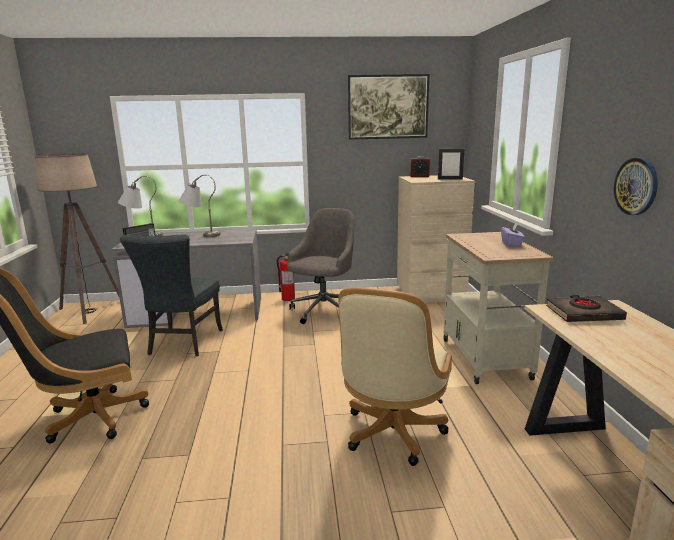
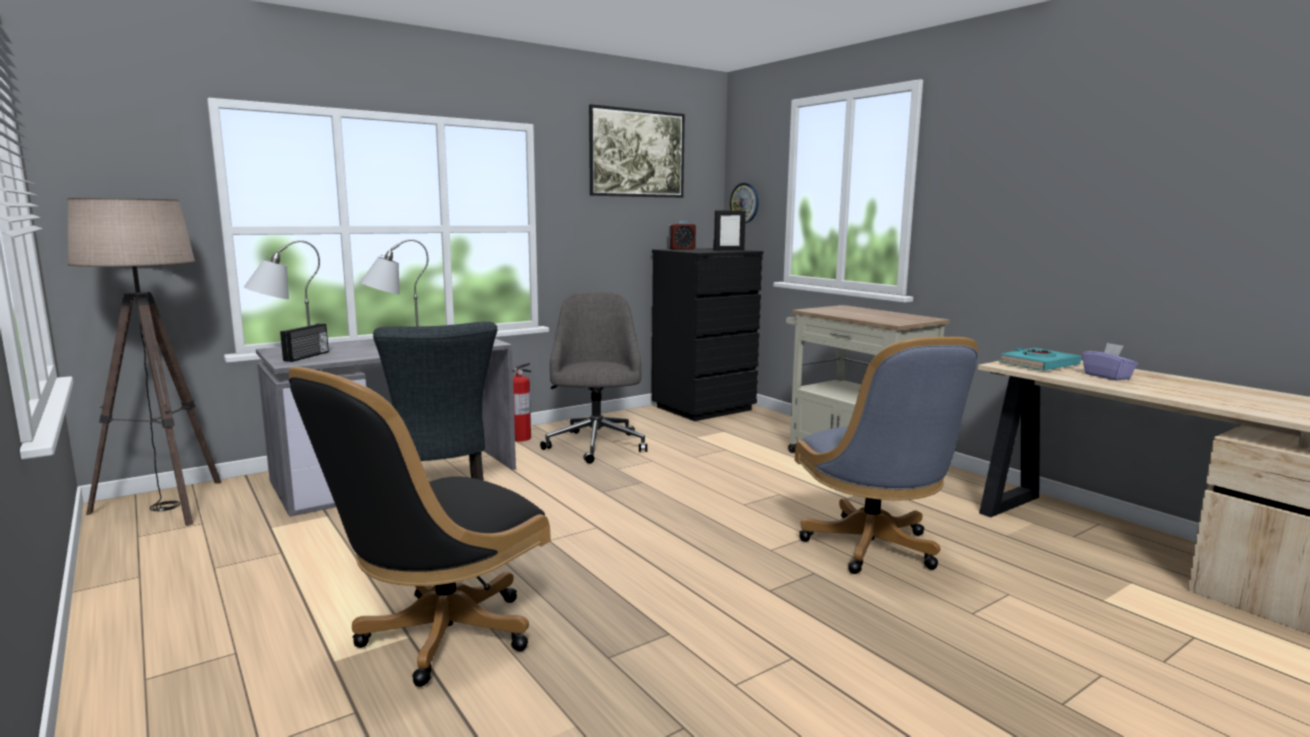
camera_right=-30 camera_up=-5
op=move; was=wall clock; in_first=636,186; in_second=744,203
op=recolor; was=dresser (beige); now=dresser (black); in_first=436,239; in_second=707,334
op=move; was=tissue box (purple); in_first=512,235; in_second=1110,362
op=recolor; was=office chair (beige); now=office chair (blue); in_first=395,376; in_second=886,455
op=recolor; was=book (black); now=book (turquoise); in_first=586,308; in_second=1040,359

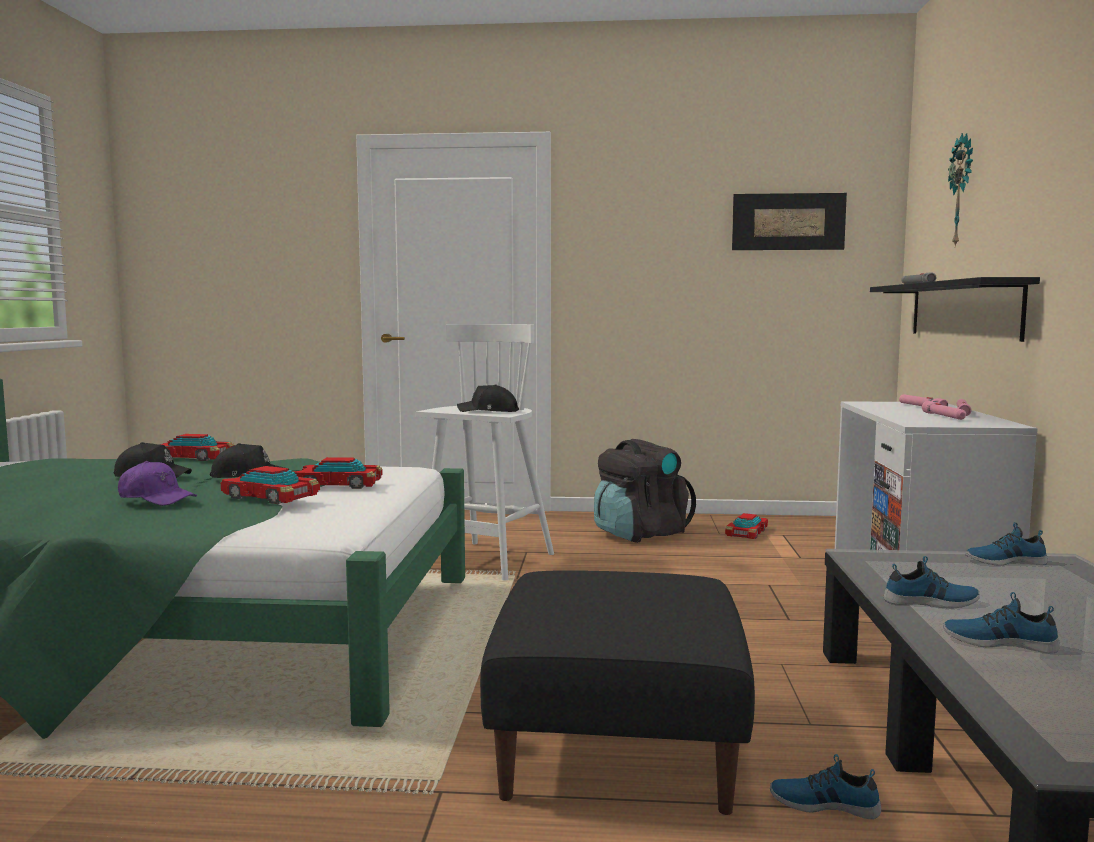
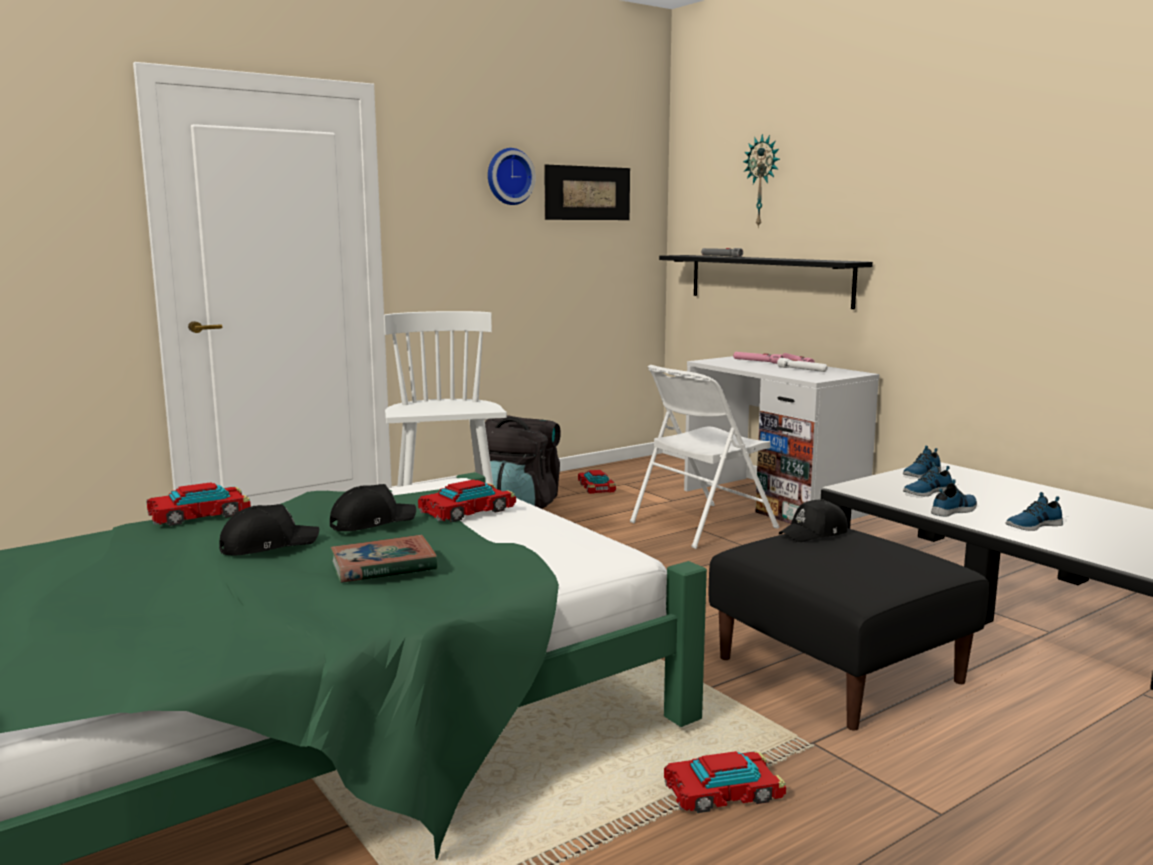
camera_right=-40 camera_up=5
op=move; was=cap (black); in_first=488,398; in_second=813,520
op=recolor; was=flashlight (pink); now=flashlight (white); in_first=944,410; in_second=802,365
op=replace; was=cap (purple); now=book; in_first=157,483; in_second=384,559
op=move; was=toy car; in_first=270,485; in_second=725,782
op=move; was=shoe; in_first=825,786; in_second=927,479
op=insert; now=wall clock; in_second=512,176
op=insert; now=chair (white); in_second=704,457

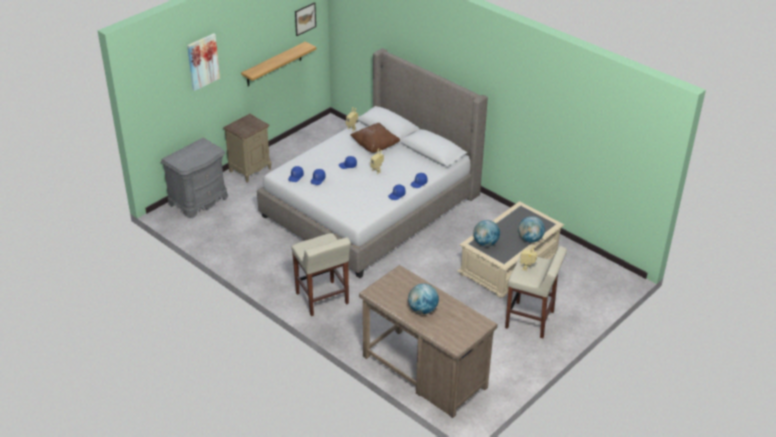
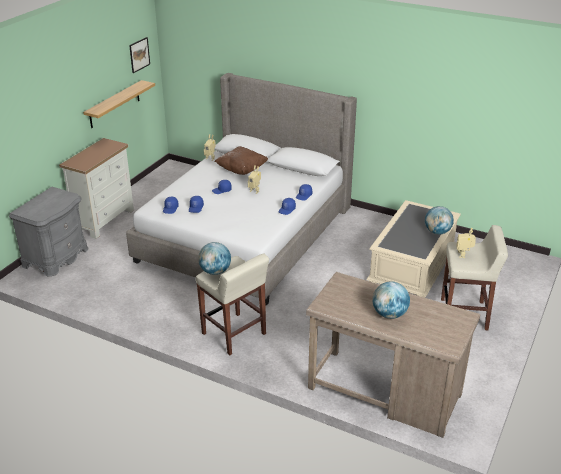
camera_right=-15 camera_up=-5
op=delete; was=picture; in_first=203,62
op=replace; was=nightstand (beige); now=dresser (white); in_first=247,148; in_second=96,188
op=move; was=globe; in_first=486,233; in_second=214,258

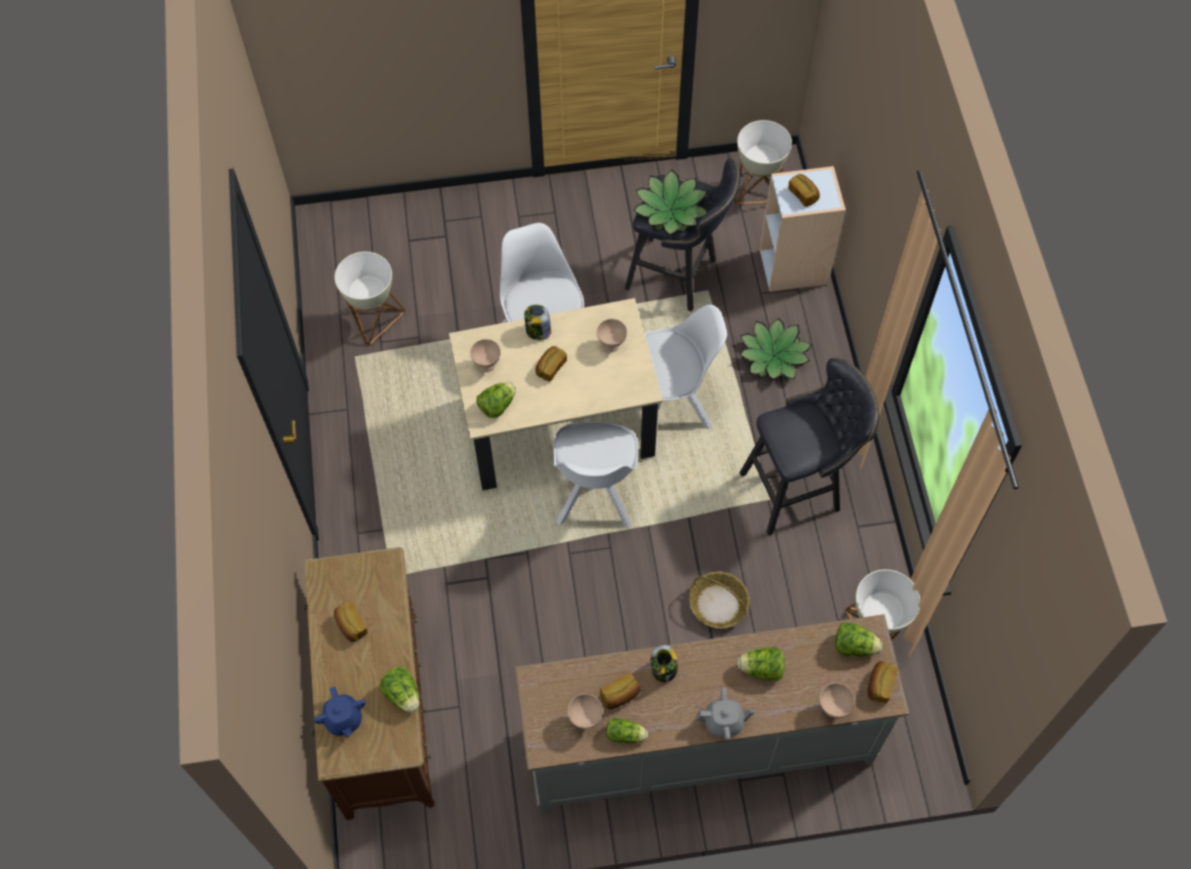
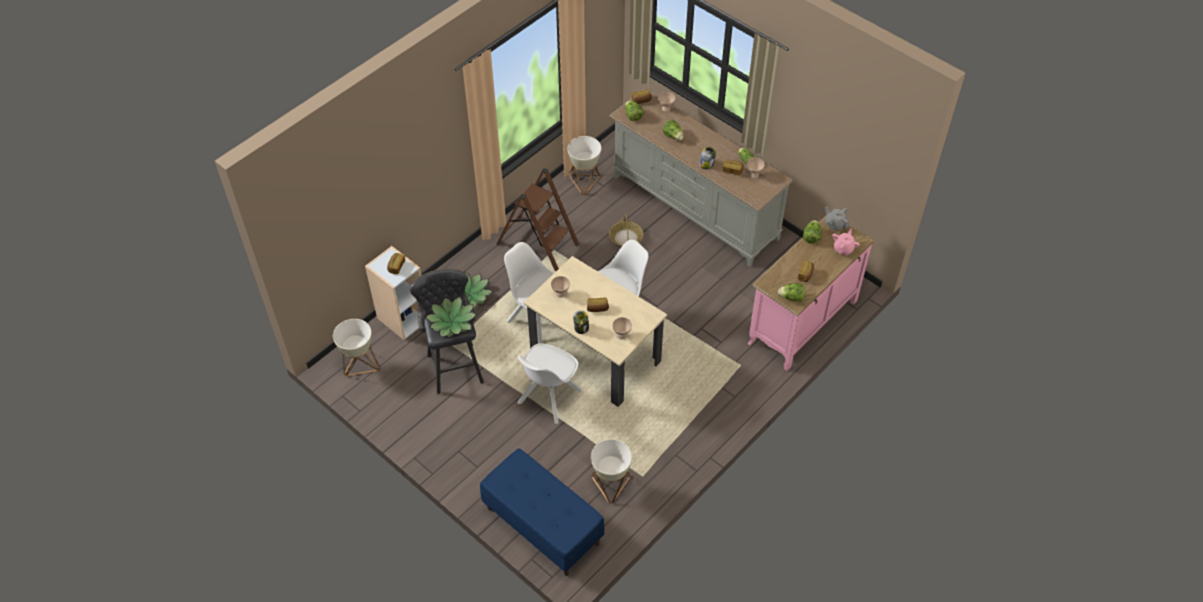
camera_right=-130 camera_up=-10
op=replace; was=stool (black); now=step ladder (brown); in_first=809,446; in_second=537,219
op=move; was=lettuce; in_first=496,400; in_second=791,292
op=recolor; was=dresser (brown); now=dresser (pink); in_first=369,683; in_second=811,293
op=recolor; was=teapot (blue); now=teapot (pink); in_first=340,712; in_second=846,242
op=move; was=teapot (grey); in_first=726,713; in_second=837,218
op=insert; now=bench (blue); in_second=542,512

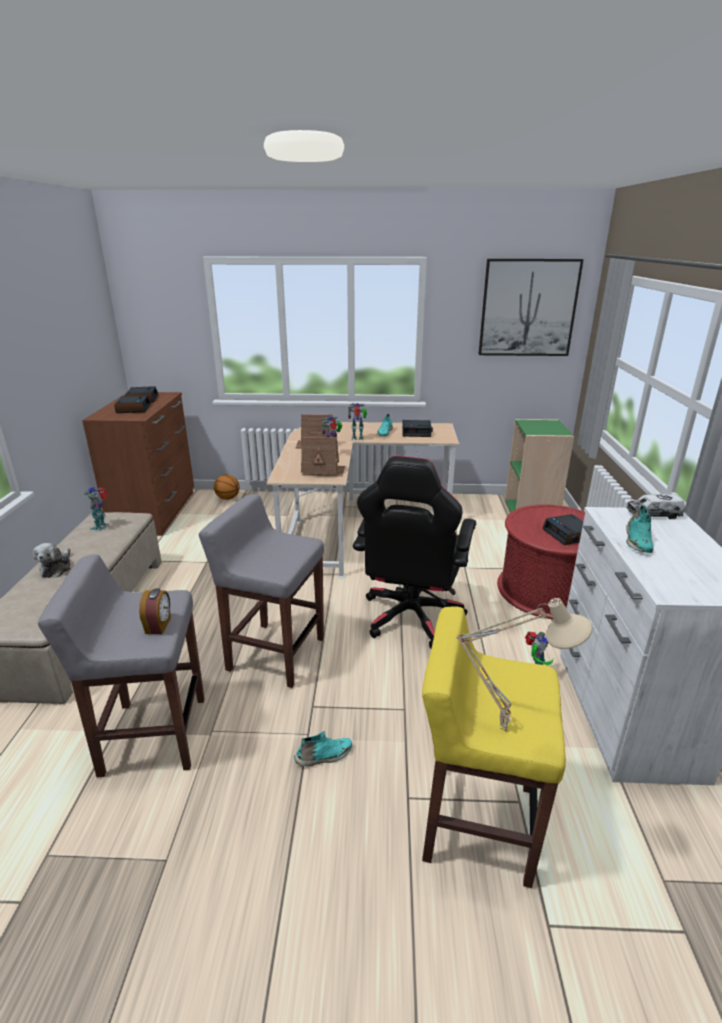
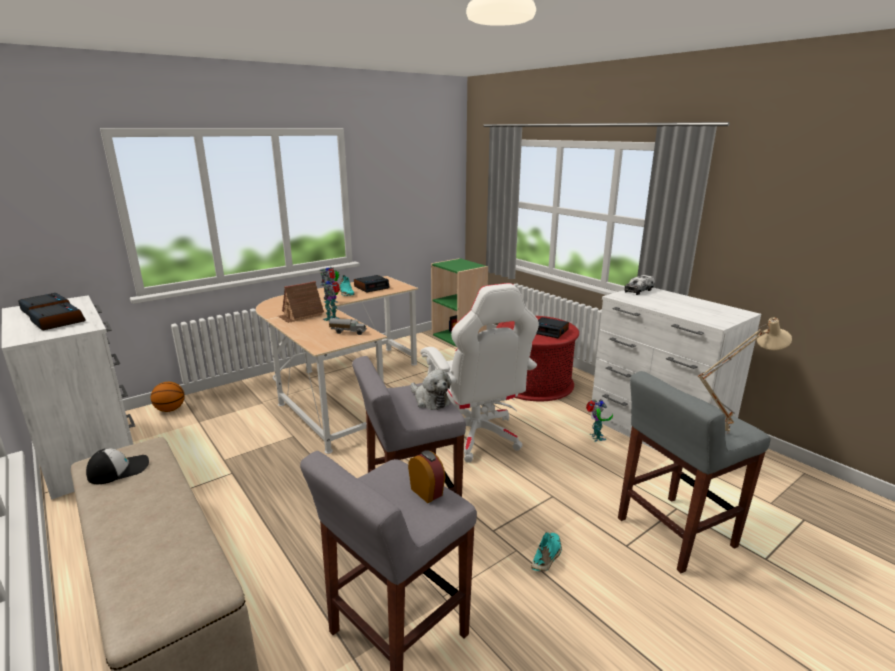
camera_right=-40 camera_up=-5
op=delete; was=picture; in_first=531,307
op=recolor; was=dresser (brown); now=dresser (white); in_first=138,464; in_second=68,397
op=replace; was=toy house; now=toy truck; in_first=323,457; in_second=348,326
op=recolor; was=office chair (black); now=office chair (white); in_first=414,552; in_second=480,373
op=replace; was=toy robot; now=cap; in_first=96,508; in_second=117,466
op=delete; was=shoe (turquoise); in_first=640,529
op=move; was=plush toy; in_first=52,560; in_second=431,390
op=recolor; was=stool (yellow); now=stool (grey); in_first=494,747; in_second=694,472

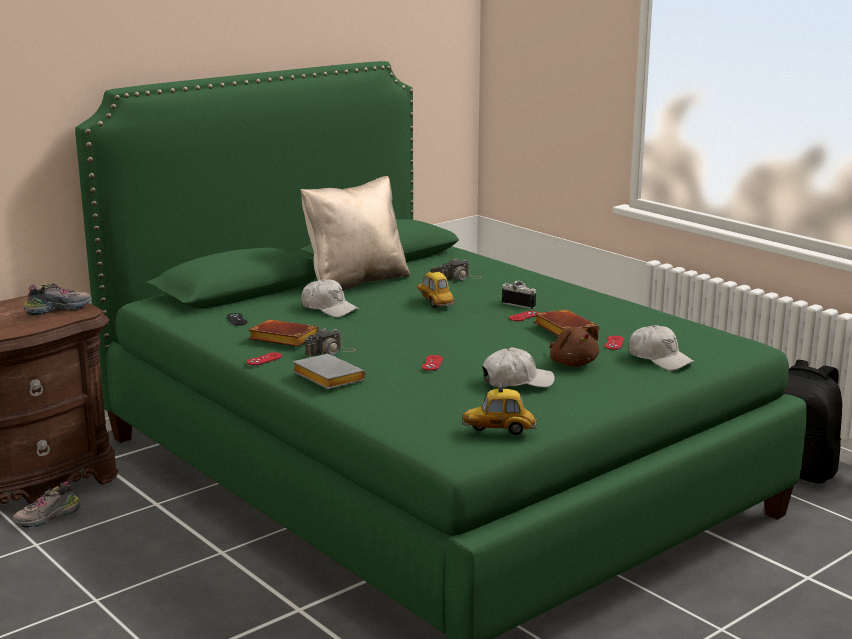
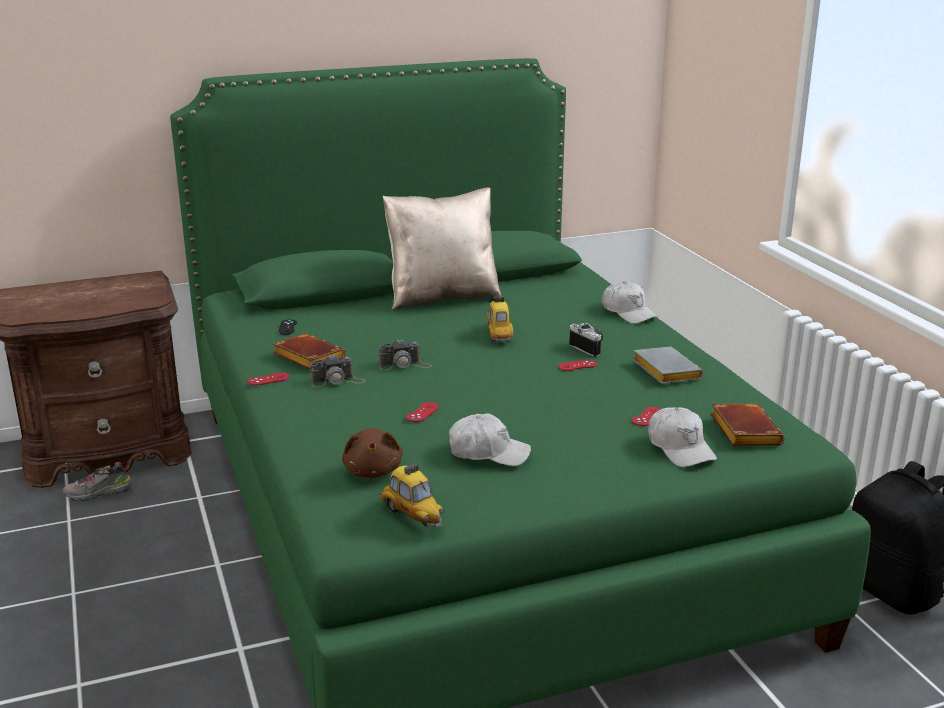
camera_right=20 camera_up=5
op=move; was=photo camera; in_first=460,270; in_second=405,354
op=move; was=cap (white); in_first=330,298; in_second=630,302
op=delete; was=shoe; in_first=57,299
op=move; was=book (brown); in_first=566,323; in_second=747,425
op=move; was=plush toy (brown); in_first=574,346; in_second=372,453
op=move; was=book (grey); in_first=329,371; in_second=667,365
op=rotate; was=toy car; in_first=499,409; in_second=412,495; clockwise=-150

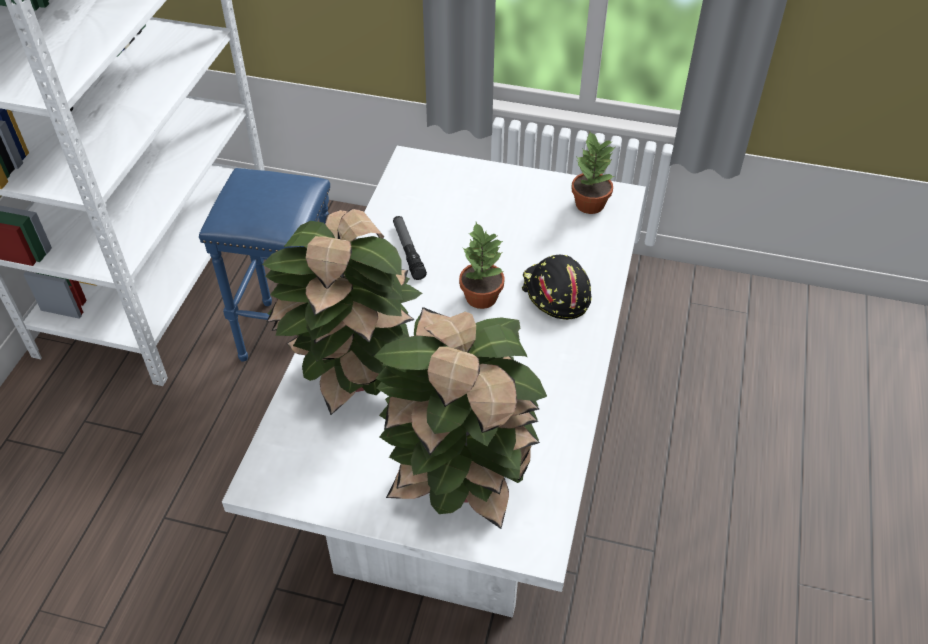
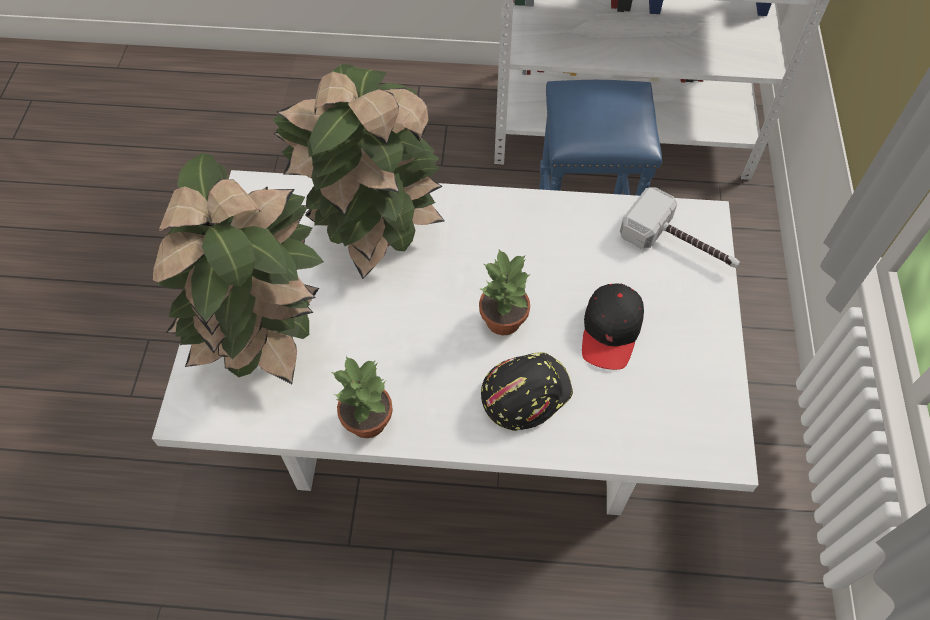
camera_right=80 camera_up=10
op=move; was=potted plant; in_first=593,173; in_second=362,397
op=delete; was=flashlight; in_first=410,248
op=insert; now=hammer; in_second=680,227
op=insert; now=cap (black); in_second=613,327

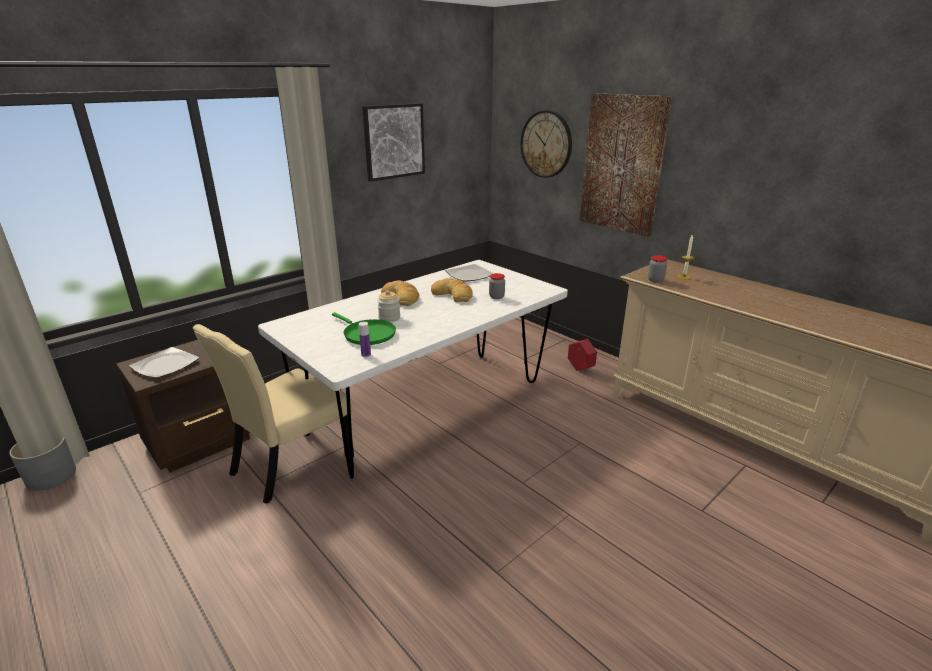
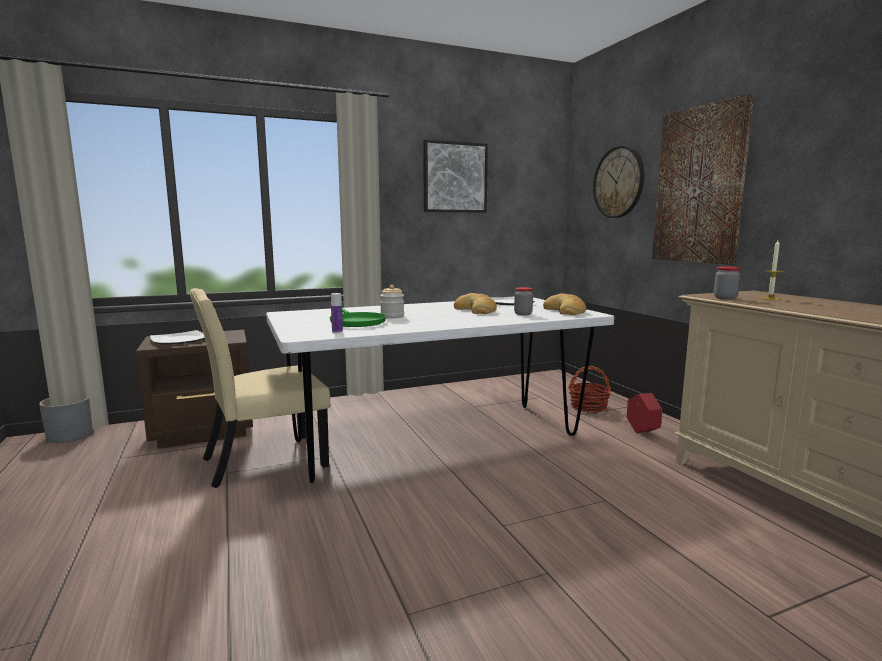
camera_right=20 camera_up=-15
op=move; was=bread; in_first=400,293; in_second=564,304
op=insert; now=basket; in_second=589,389

